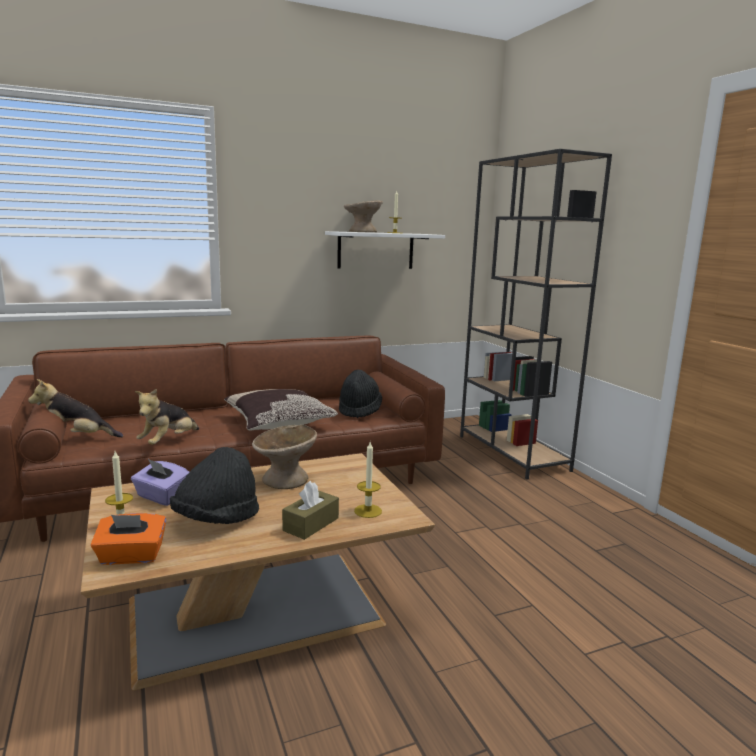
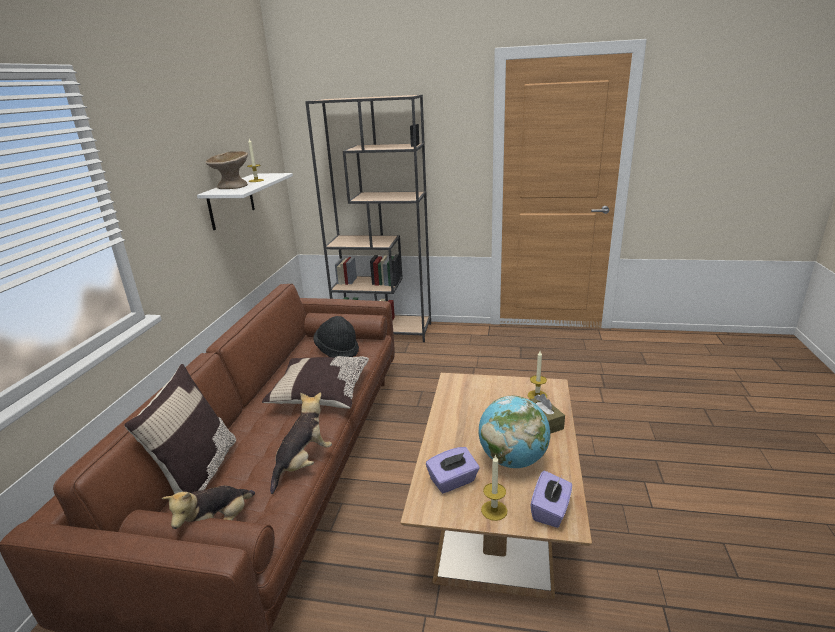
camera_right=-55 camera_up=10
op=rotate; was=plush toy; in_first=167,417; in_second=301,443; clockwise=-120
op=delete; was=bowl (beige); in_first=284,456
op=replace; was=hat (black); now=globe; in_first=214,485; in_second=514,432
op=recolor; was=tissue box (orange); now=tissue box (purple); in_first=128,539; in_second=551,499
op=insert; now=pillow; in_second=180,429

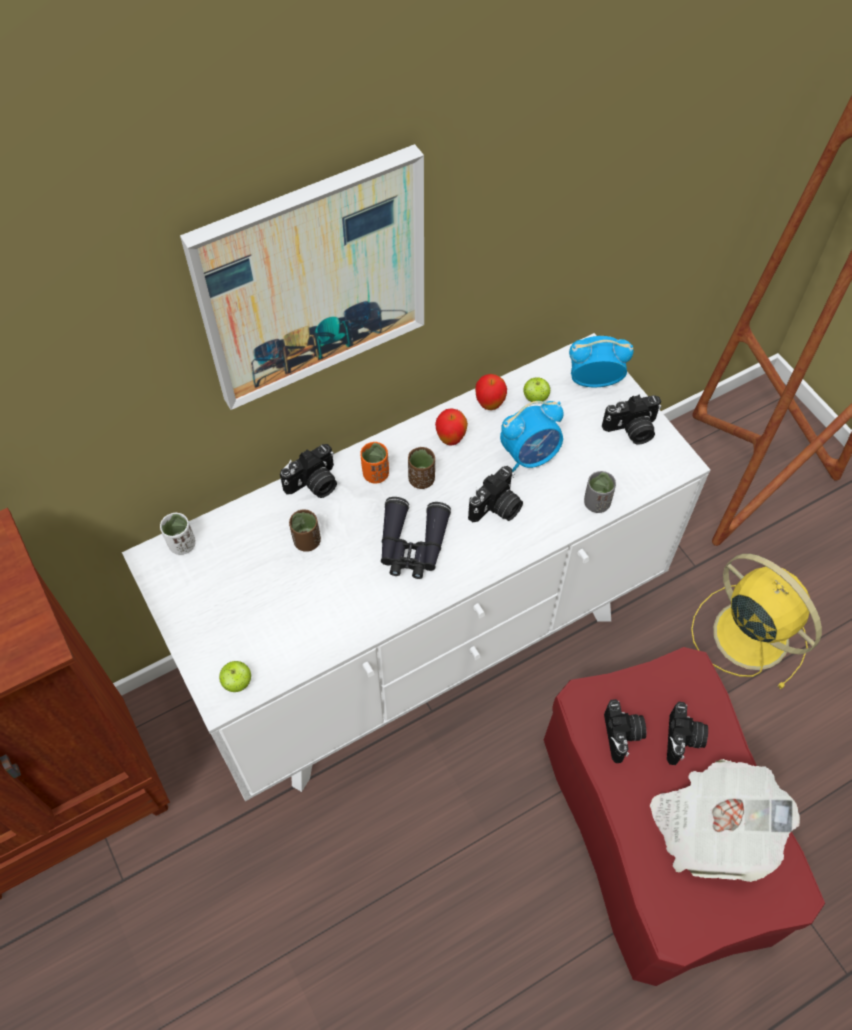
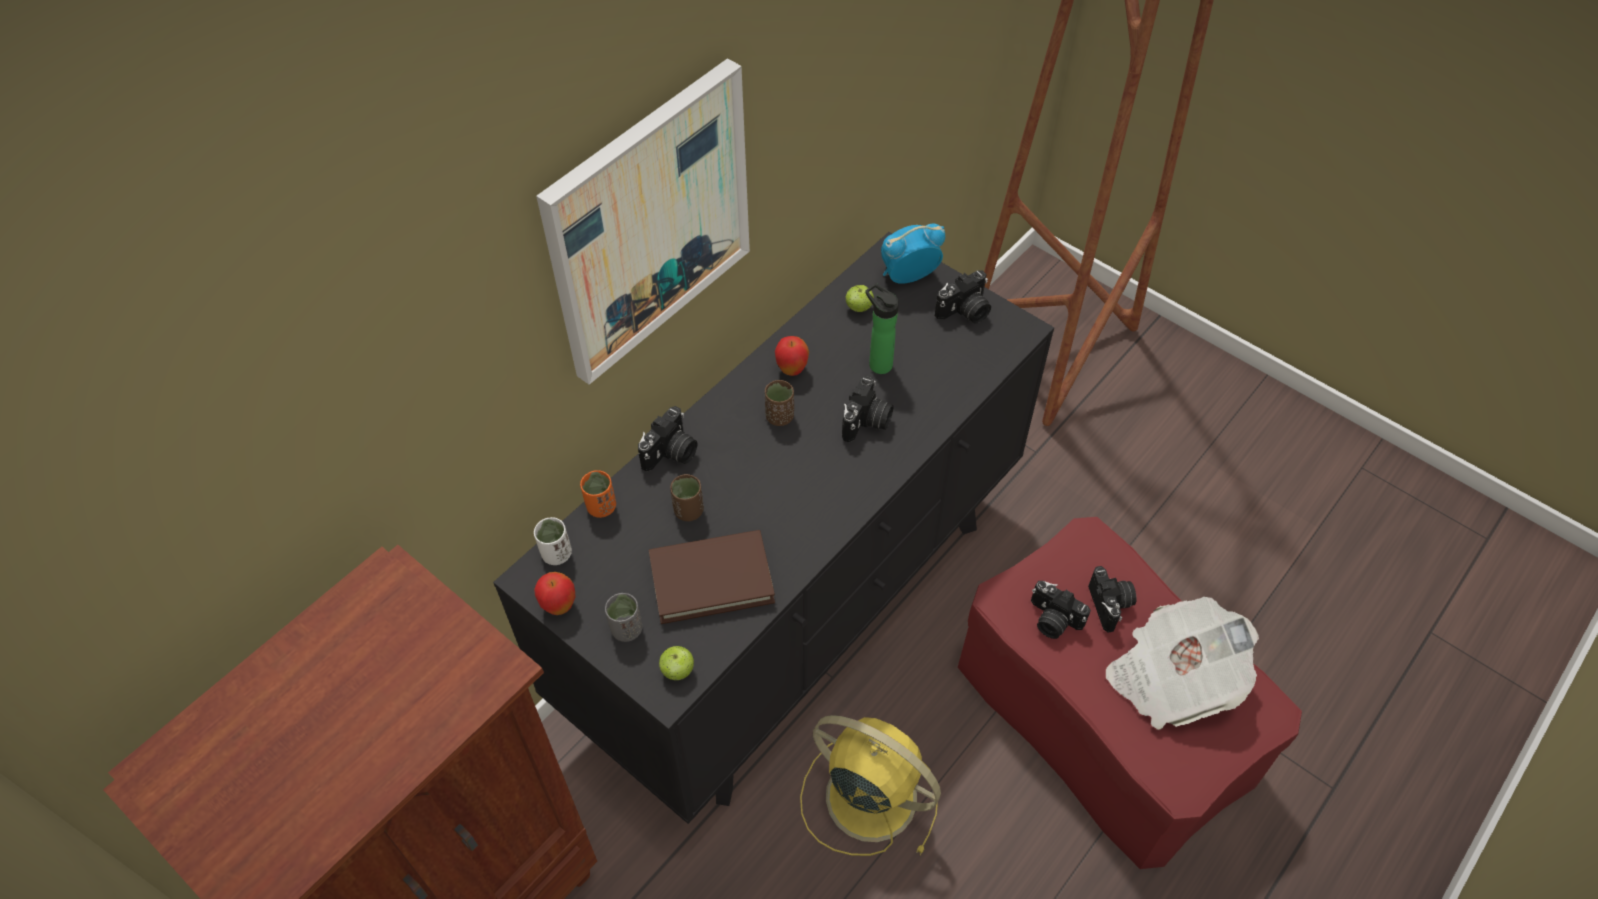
camera_right=-20 camera_up=-5
op=recolor; was=dresser (white); now=dresser (black); in_first=416,567; in_second=773,528
op=move; was=apple; in_first=491,392; in_second=555,593
op=replace; was=alarm clock; now=bottle; in_first=532,436; in_second=882,328
op=move; was=cup (orange); in_first=374,463; in_second=598,494
op=move; was=cup (grey); in_first=600,492; in_second=624,617
op=delete; was=binoculars (black); in_first=416,538
op=move; was=fan (yellow); in_first=756,621; in_second=870,785
op=rotate; was=photo camera; in_first=625,731; in_second=1061,610; clockwise=150
op=insert; now=book (brown); in_second=712,577

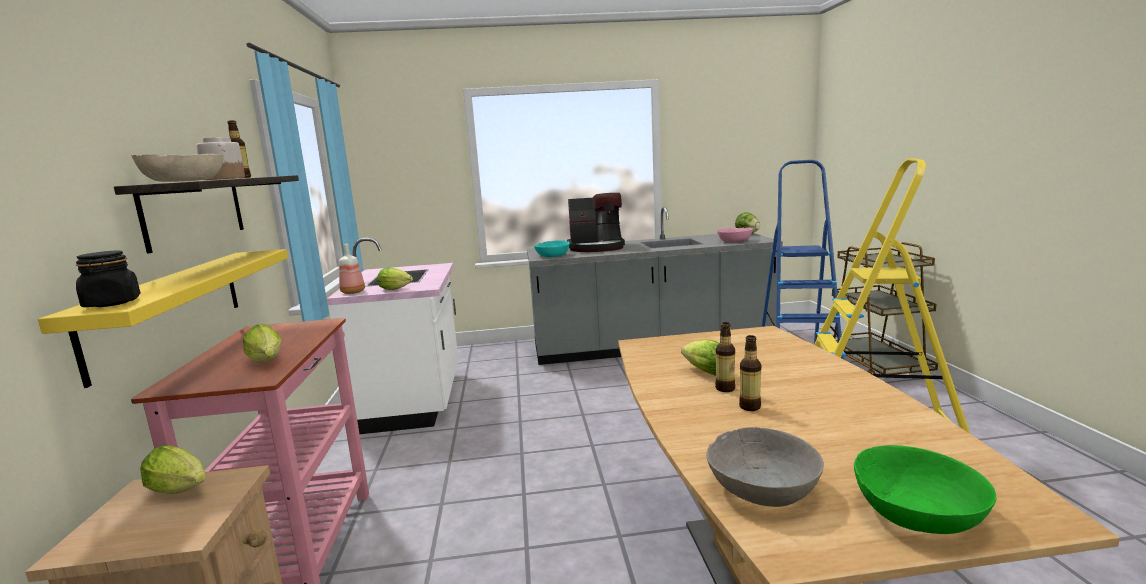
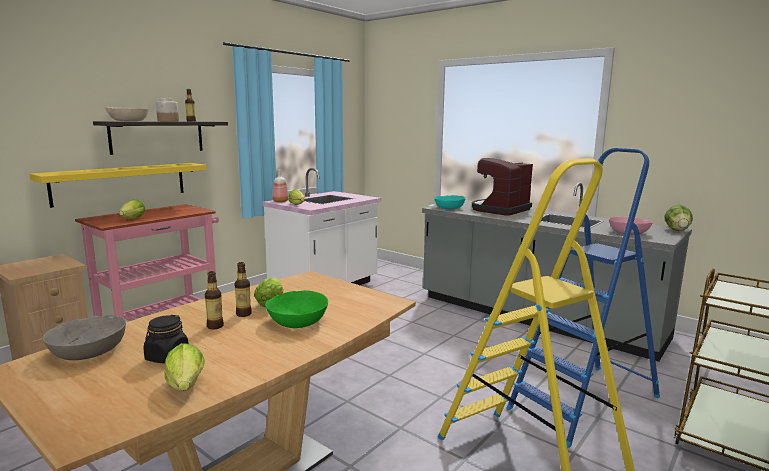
camera_right=45 camera_up=0
op=rotate; was=coffee machine; in_first=596,222; in_second=502,186; clockwise=90
op=move; was=jar (black); in_first=108,279; in_second=166,339
op=move; was=lettuce; in_first=173,469; in_second=185,367
op=move; was=bowl (green); in_first=925,489; in_second=296,309

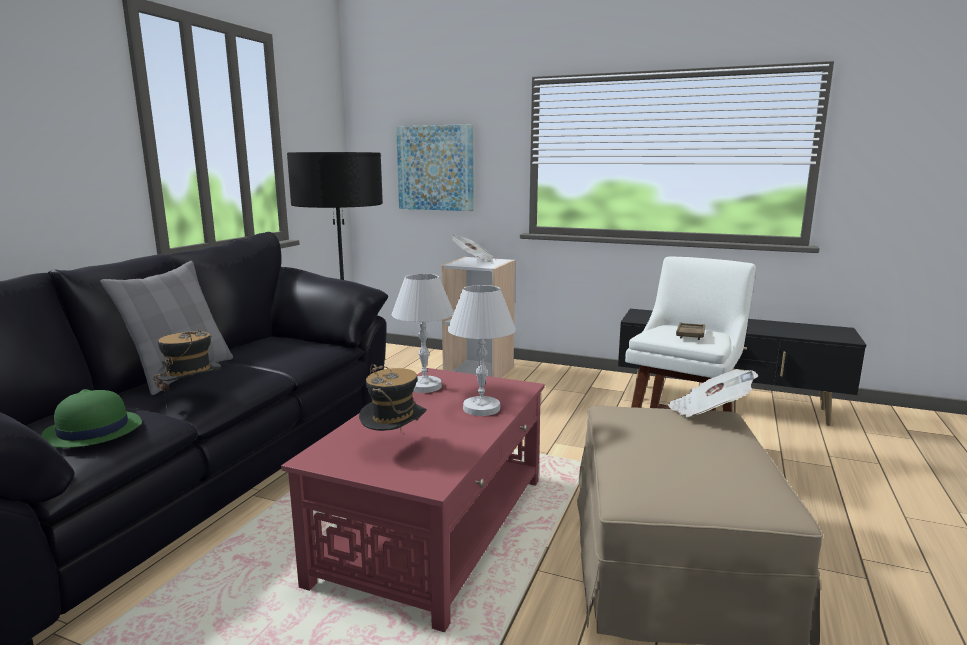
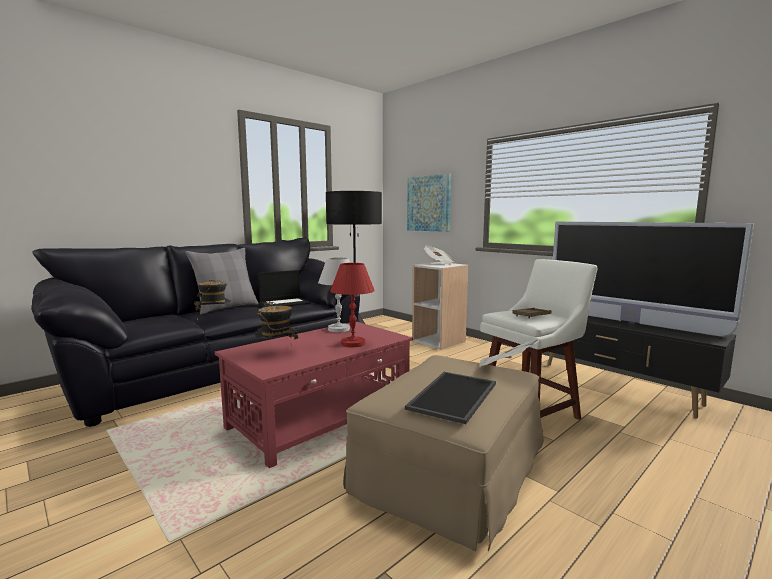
camera_right=25 camera_up=-5
op=recolor; was=table lamp (white); now=table lamp (red); in_first=481,350; in_second=352,305
op=delete; was=hat (green); in_first=91,418
op=insert; now=television; in_second=653,279
op=insert; now=laptop; in_second=284,288
op=insert; now=tray; in_second=450,398

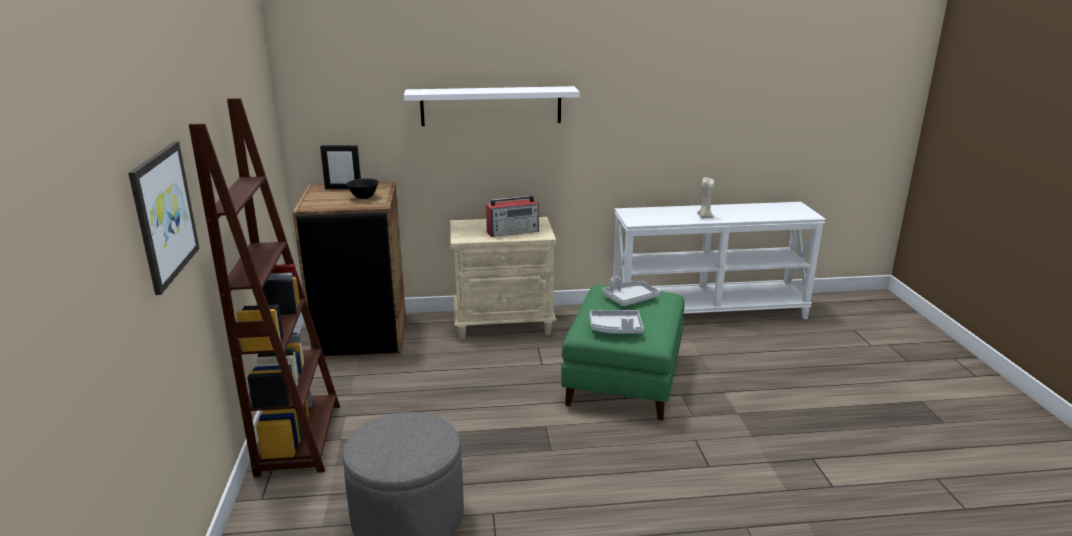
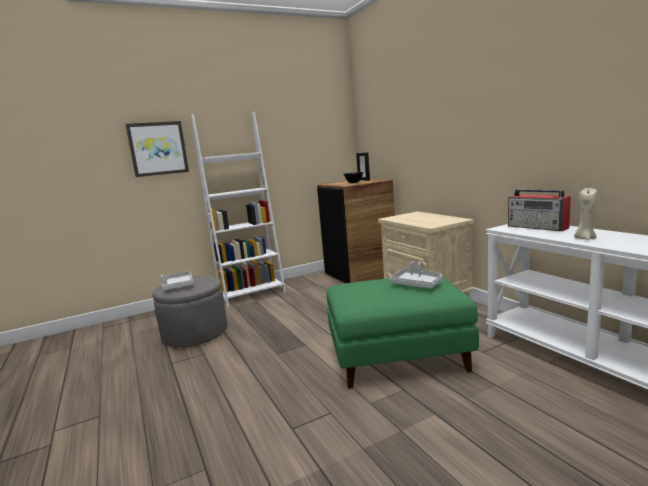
camera_right=70 camera_up=-10
op=delete; was=shelf (white); in_first=492,106
op=recolor; was=bookcase (brown); now=bookcase (white); in_first=264,287; in_second=238,209
op=move; was=radio; in_first=512,216; in_second=539,210
op=move; was=tray (grey); in_first=617,322; in_second=177,280

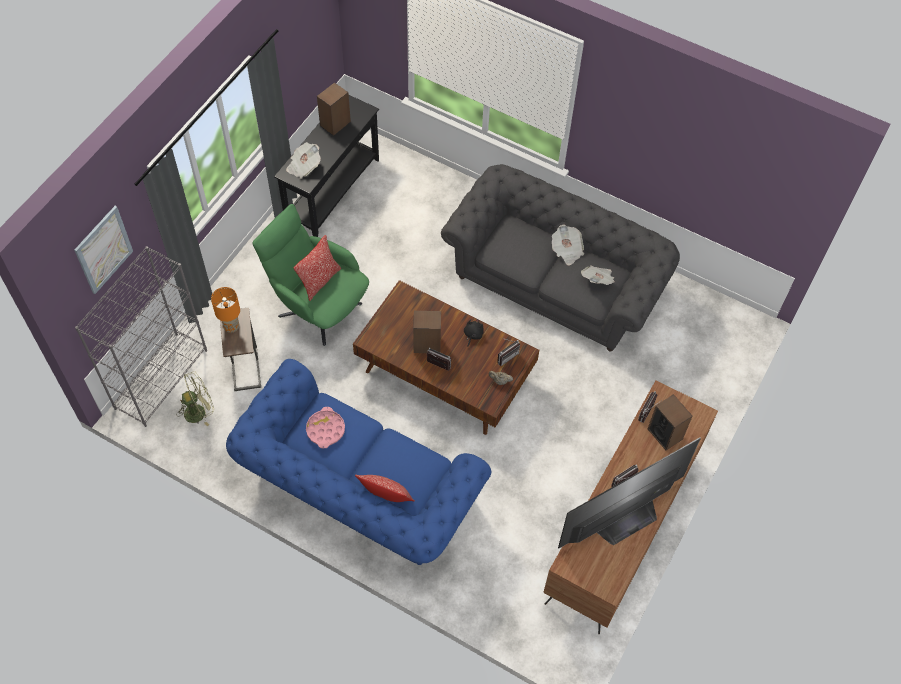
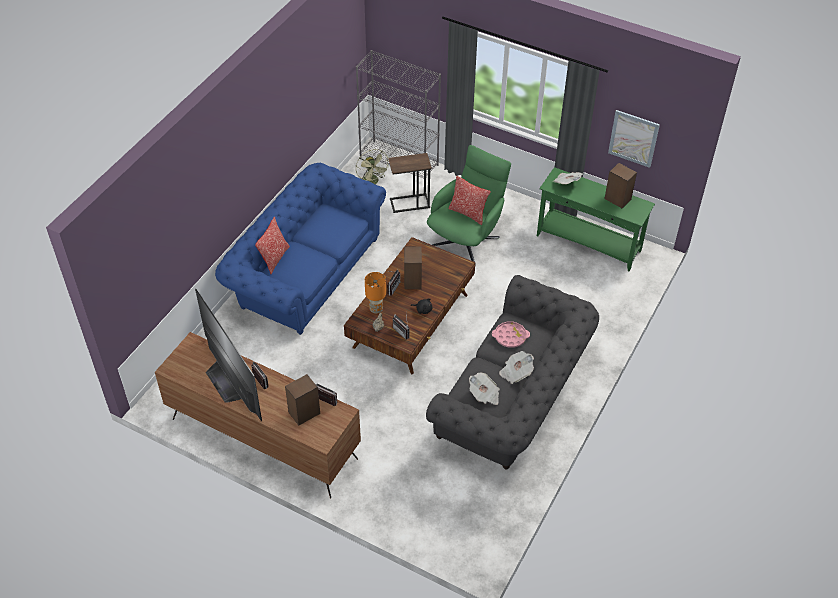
camera_right=90 camera_up=-10
op=recolor; was=console table (black); now=console table (green); in_first=326,166; in_second=596,219
op=move; was=picture; in_first=103,250; in_second=634,139
op=move; was=table lamp (orange); in_first=225,310; in_second=375,293
op=move; was=tray (pink); in_first=325,427; in_second=511,335

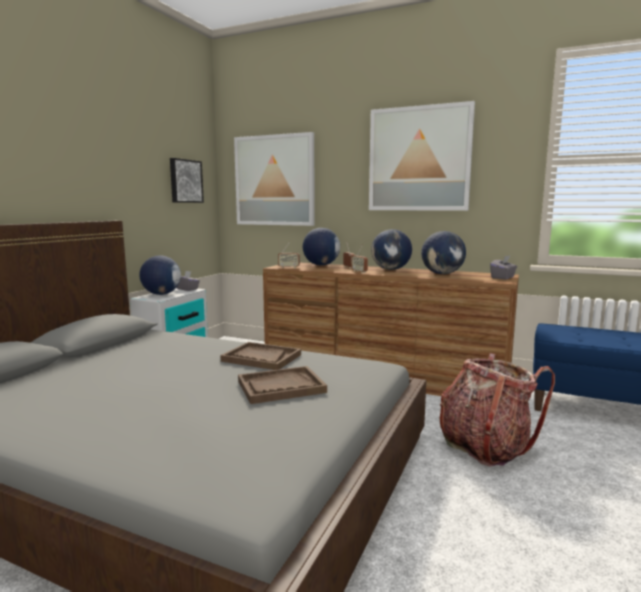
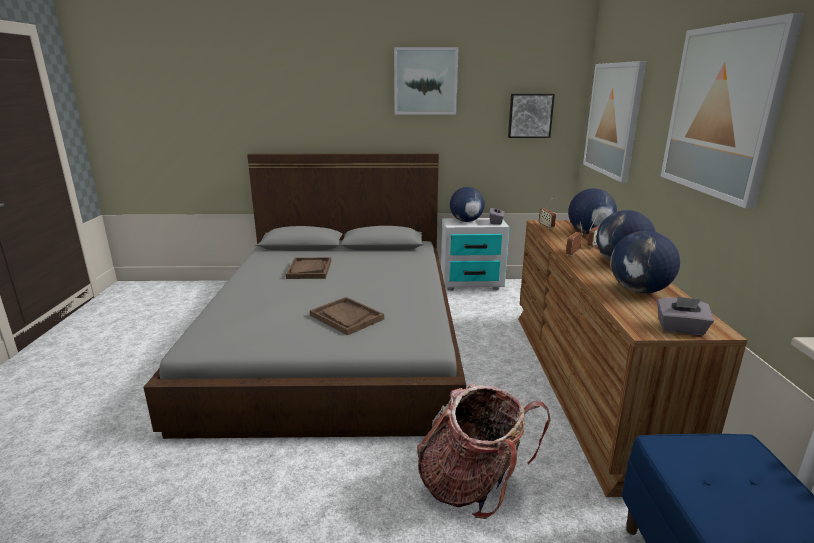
camera_right=65 camera_up=10
op=move; was=tray (brown); in_first=260,356; in_second=308,268
op=insert; now=picture; in_second=426,81

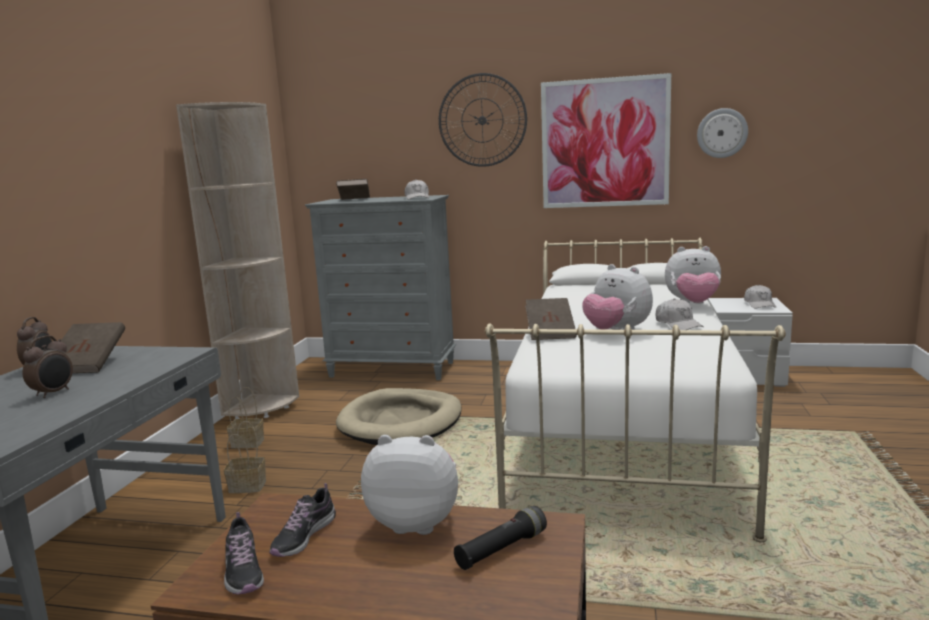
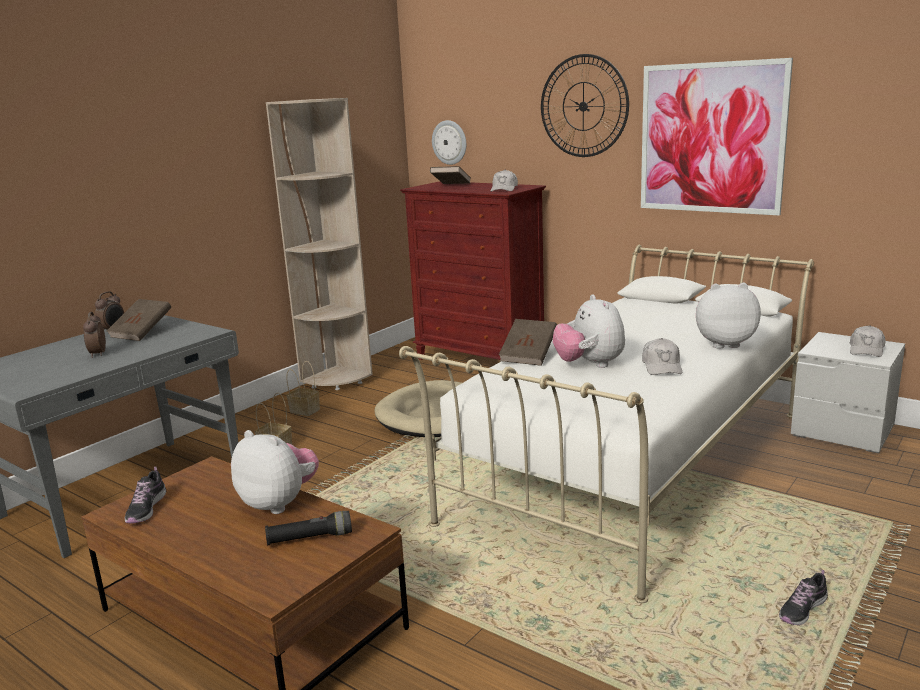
camera_right=25 camera_up=5
op=move; was=wall clock; in_first=722,133; in_second=449,142
op=recolor; was=dresser (grey); now=dresser (red); in_first=380,287; in_second=473,270
op=rotate; was=plush toy; in_first=693,275; in_second=728,316; clockwise=150
op=rotate; was=alarm clock; in_first=48,367; in_second=94,335; clockwise=120
op=move; was=shoe; in_first=303,520; in_second=803,597

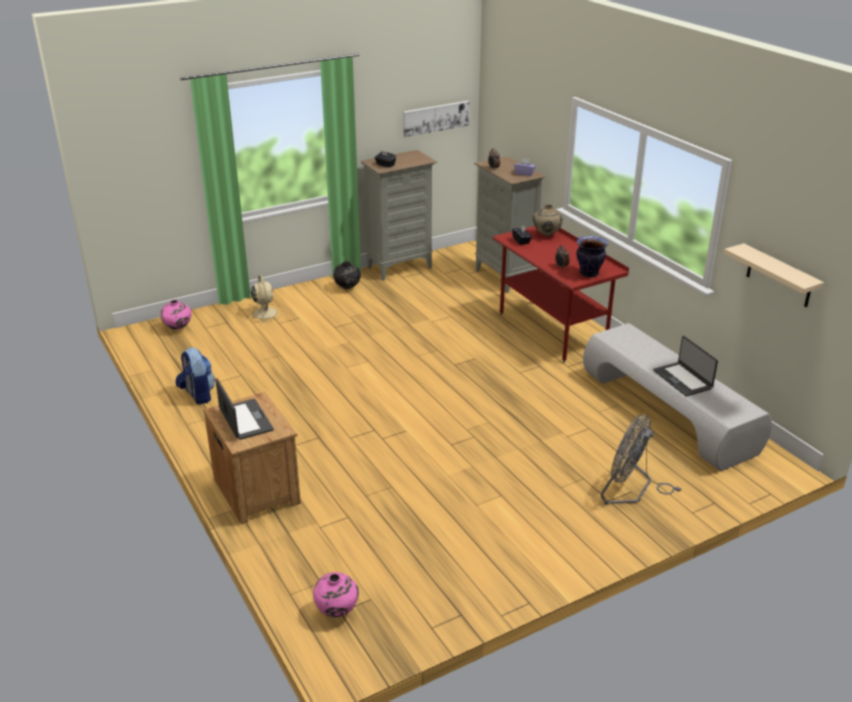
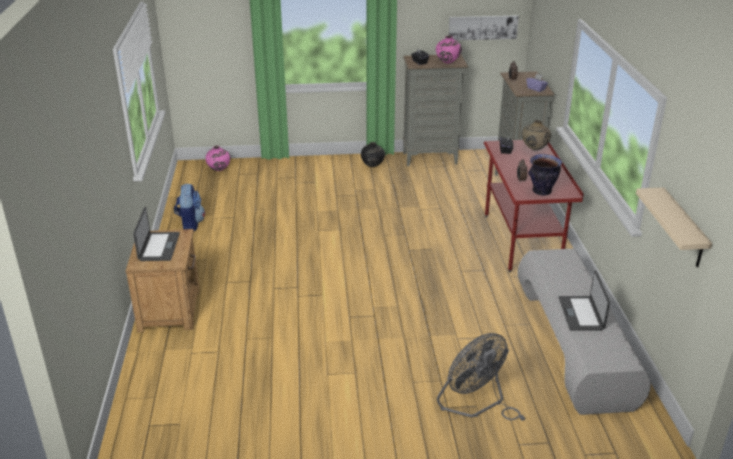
camera_right=25 camera_up=0
op=delete; was=fan (beige); in_first=264,299
op=move; was=vase (pink); in_first=336,594; in_second=449,50

